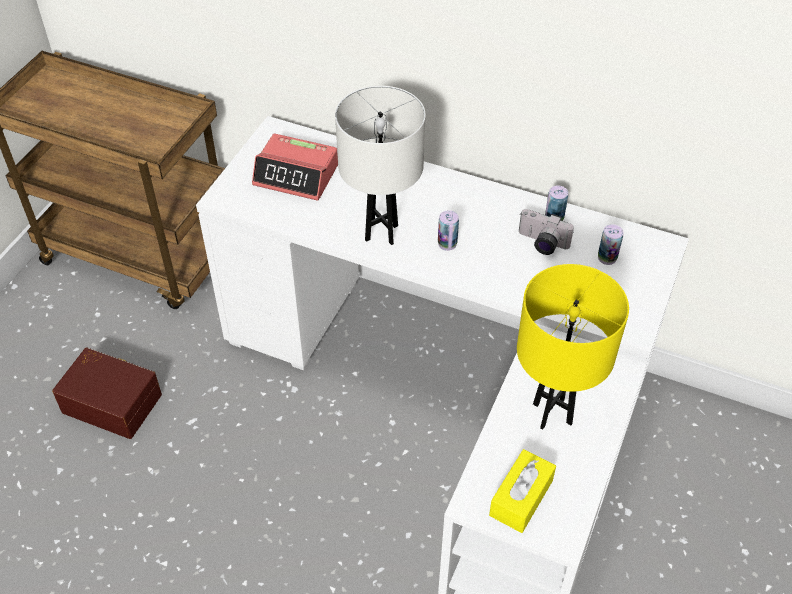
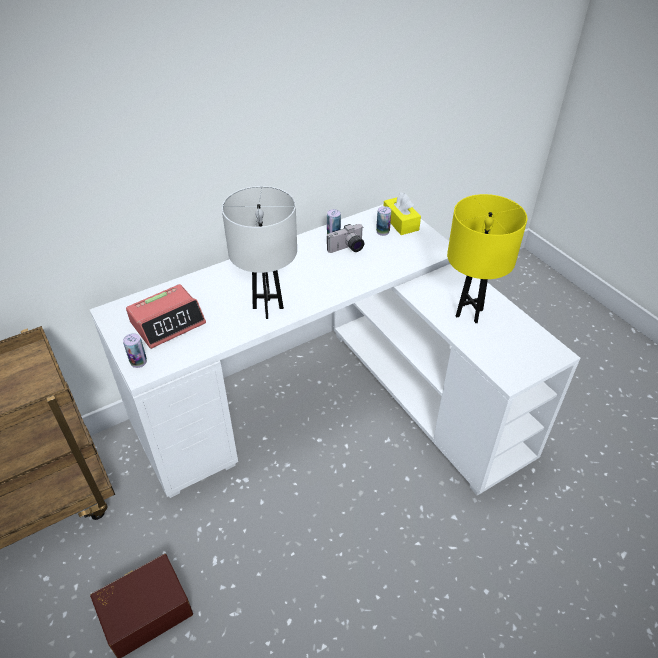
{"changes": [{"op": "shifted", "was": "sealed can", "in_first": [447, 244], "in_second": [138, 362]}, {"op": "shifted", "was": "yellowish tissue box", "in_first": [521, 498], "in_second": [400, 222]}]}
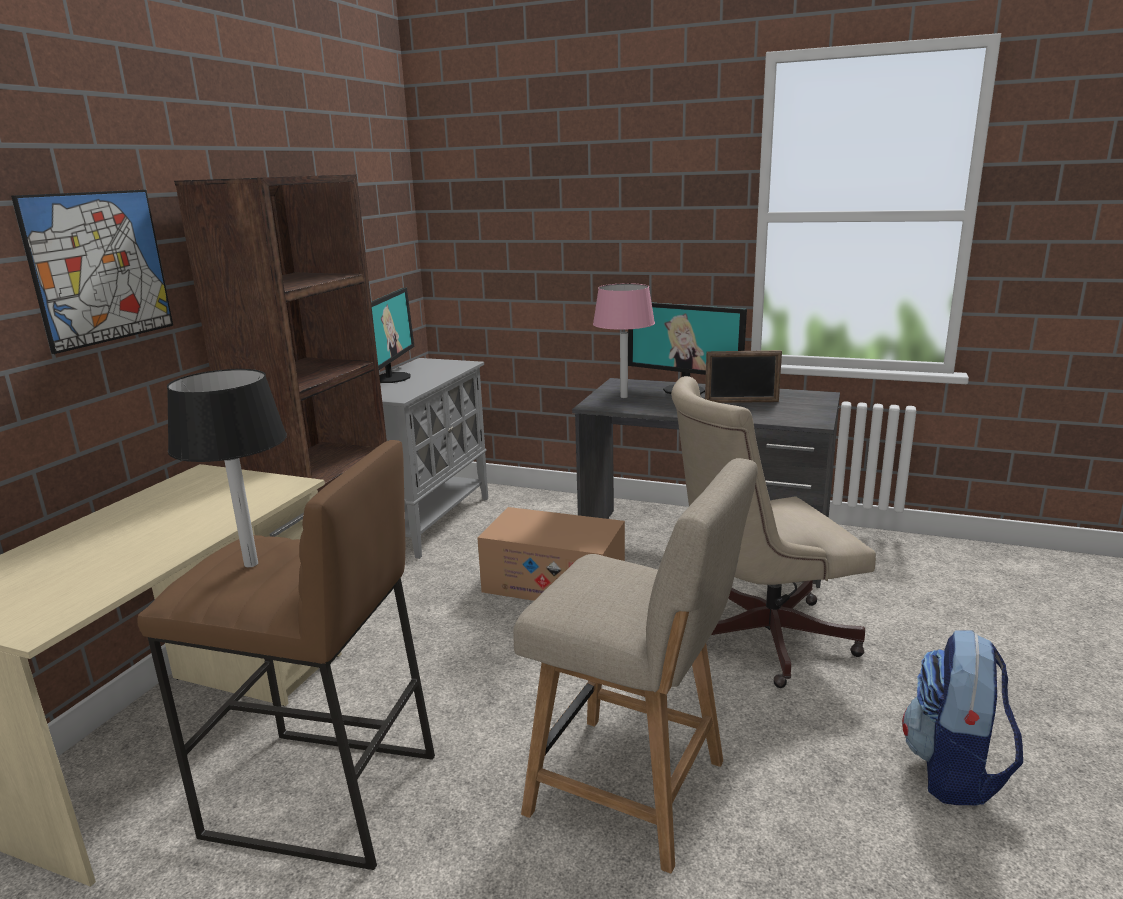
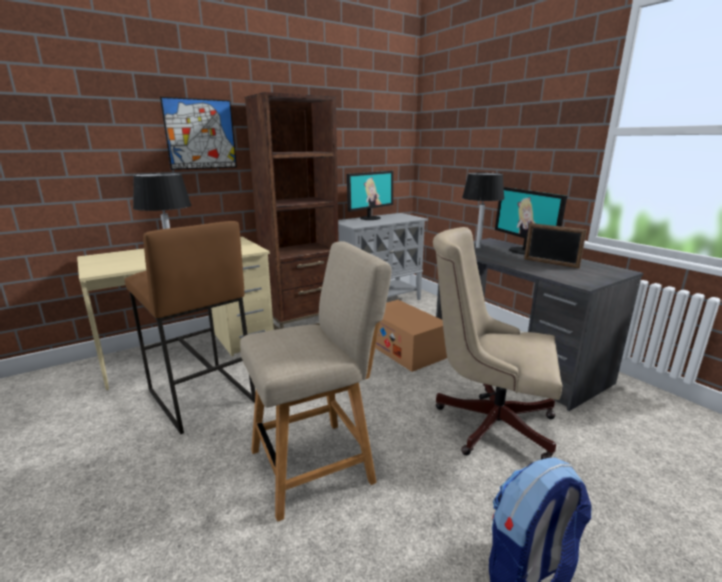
{"changes": [{"op": "rotated", "was": "beige-coloured chair", "in_first": [636, 790], "in_second": [317, 463], "clockwise": -90}, {"op": "repainted", "was": "pink-coloured table lamp", "now": "black-coloured table lamp", "in_first": [624, 397], "in_second": [478, 247]}]}
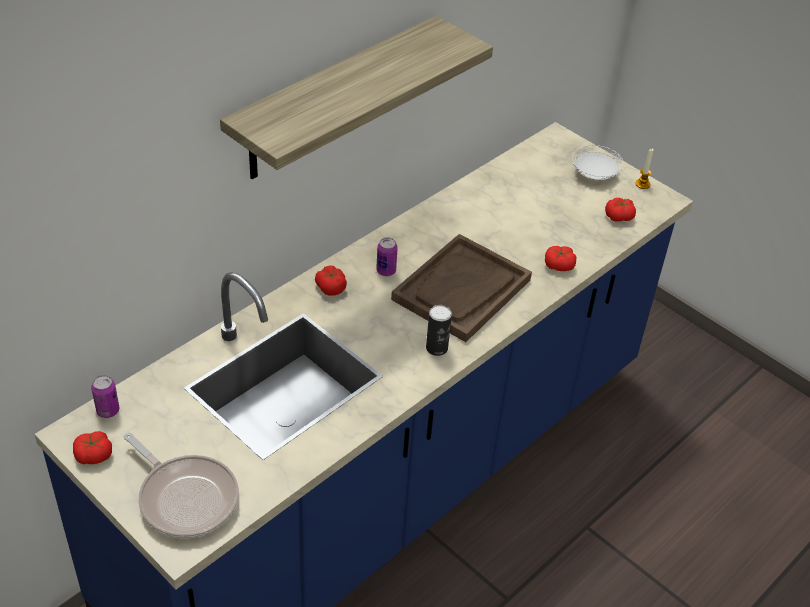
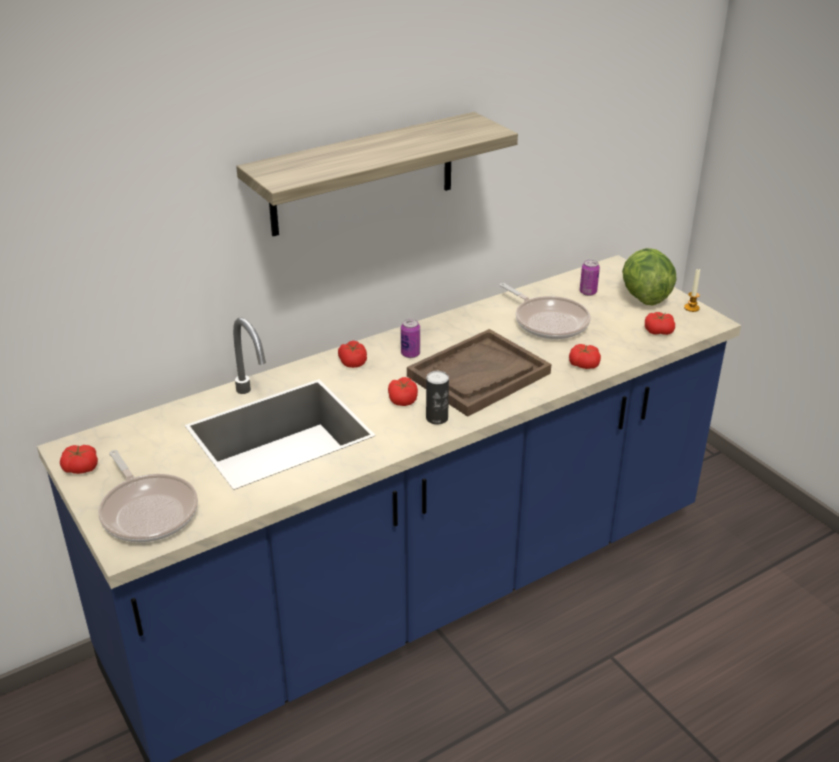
{"changes": [{"op": "shifted", "was": "sealed can", "in_first": [108, 410], "in_second": [588, 292]}, {"op": "swapped", "was": "white flat dish", "now": "lettuce", "in_first": [594, 174], "in_second": [644, 297]}, {"op": "new", "now": "fresh tomato", "in_second": [403, 399]}, {"op": "new", "now": "frying pan", "in_second": [548, 321]}]}
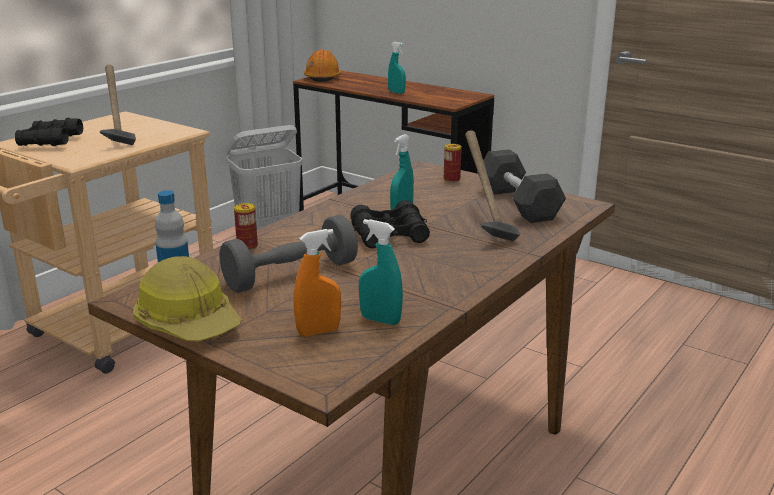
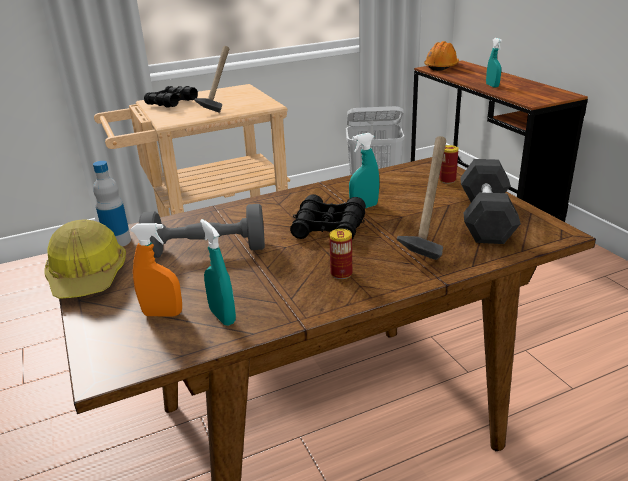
{"changes": [{"op": "shifted", "was": "sealed can", "in_first": [247, 246], "in_second": [341, 273]}]}
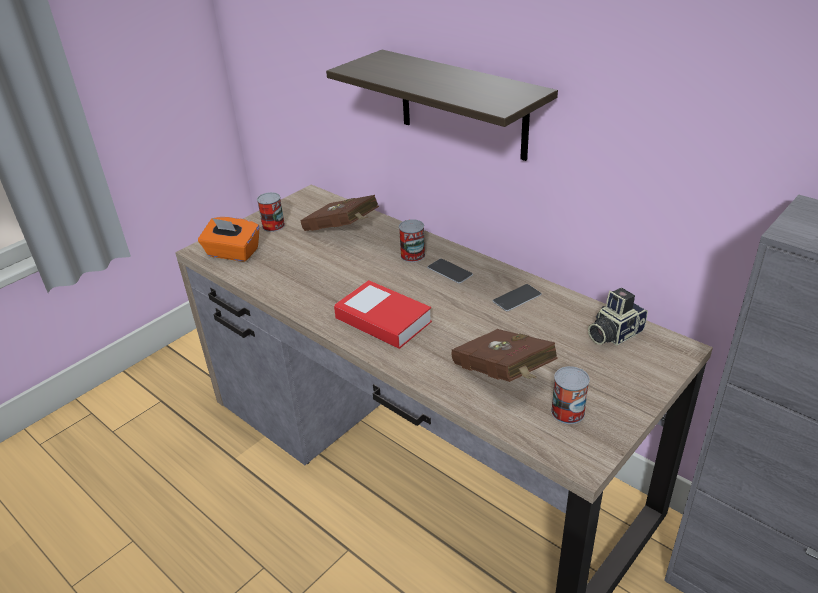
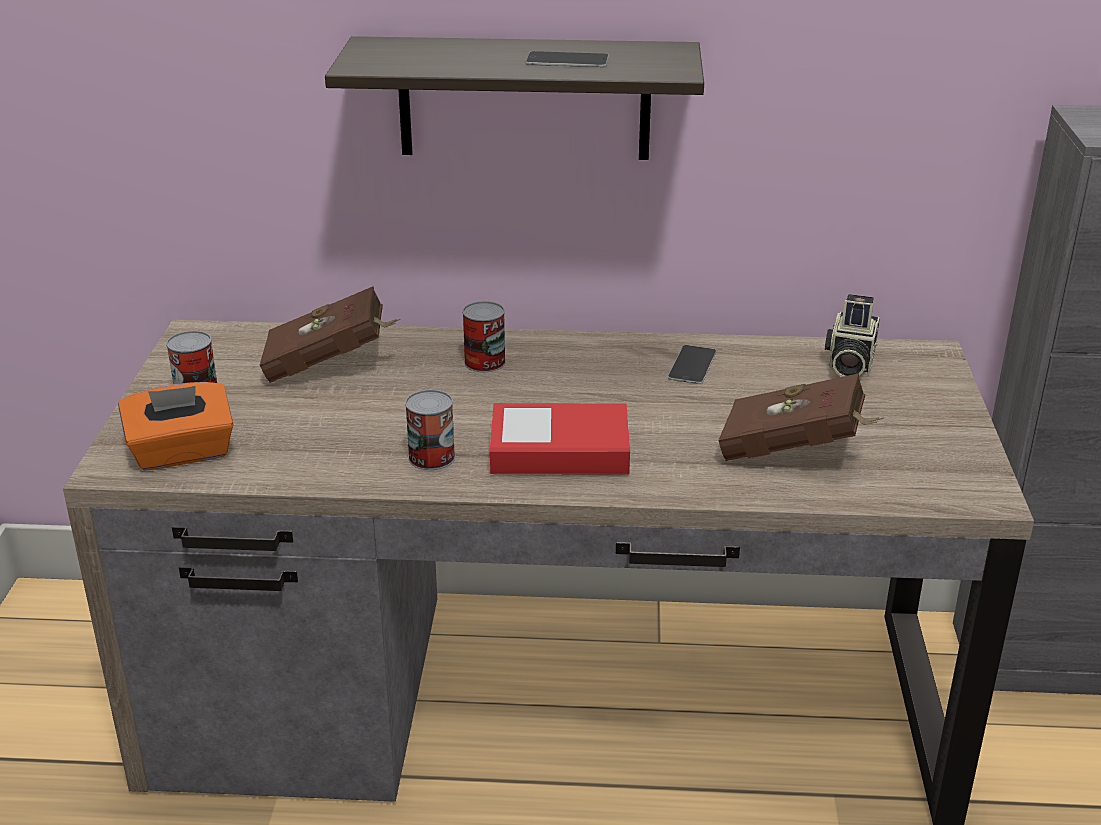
{"changes": [{"op": "shifted", "was": "phone", "in_first": [449, 271], "in_second": [567, 60]}, {"op": "shifted", "was": "sealed can", "in_first": [567, 412], "in_second": [431, 457]}]}
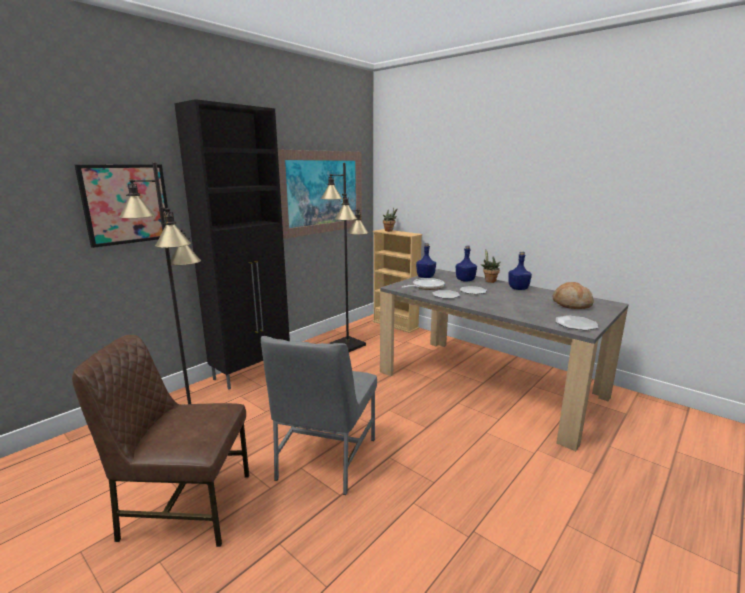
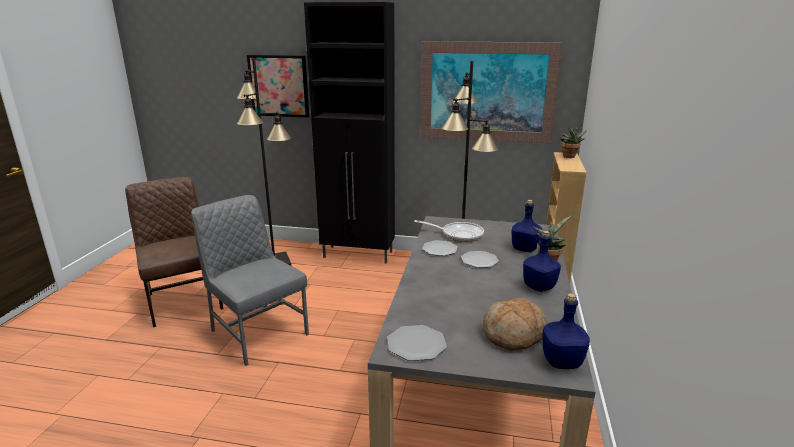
{"changes": [{"op": "rotated", "was": "gray chair", "in_first": [325, 459], "in_second": [257, 332], "clockwise": 60}, {"op": "shifted", "was": "blue drink bottle", "in_first": [425, 277], "in_second": [562, 361]}]}
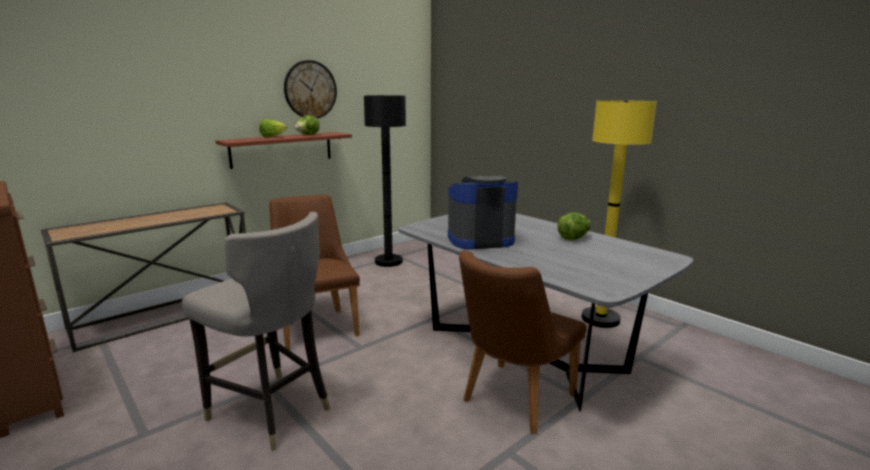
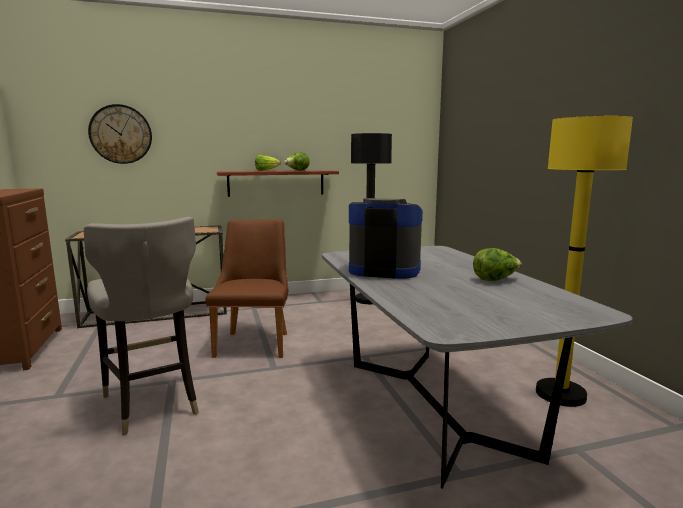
{"changes": [{"op": "shifted", "was": "hanging clock", "in_first": [310, 90], "in_second": [121, 134]}, {"op": "gone", "was": "brown-coloured chair", "in_first": [511, 401]}]}
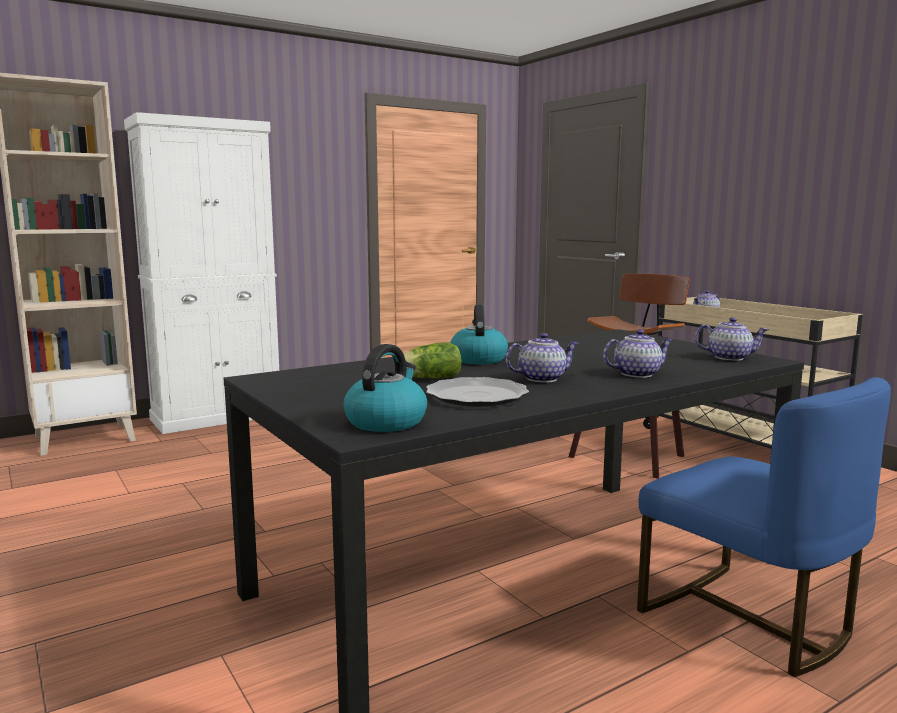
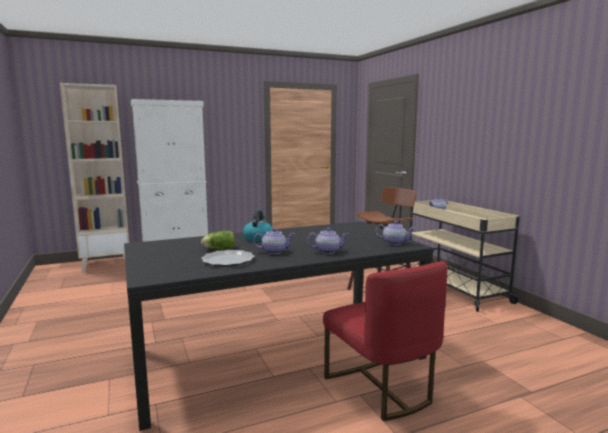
{"changes": [{"op": "gone", "was": "kettle", "in_first": [386, 421]}, {"op": "repainted", "was": "blue chair", "now": "red-coloured chair", "in_first": [748, 620], "in_second": [381, 388]}]}
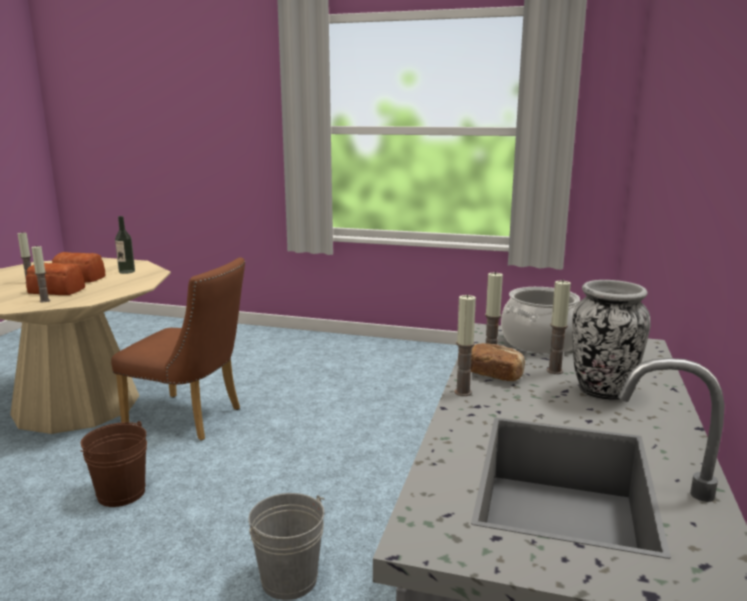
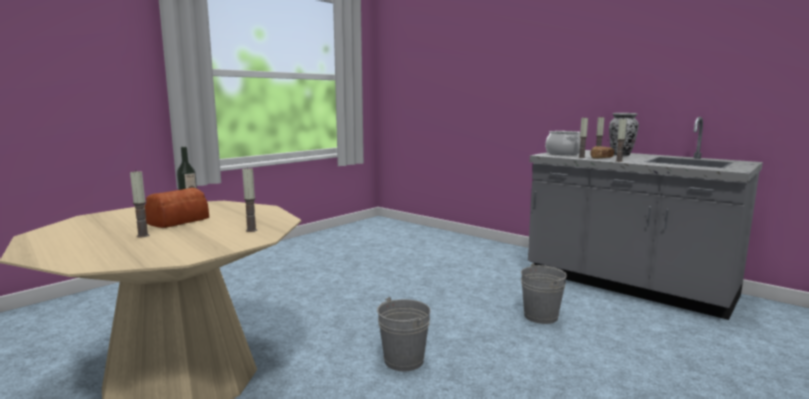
{"changes": [{"op": "gone", "was": "baked bread", "in_first": [57, 291]}, {"op": "repainted", "was": "brown-coloured water bucket", "now": "gray water bucket", "in_first": [121, 493], "in_second": [403, 360]}, {"op": "gone", "was": "brown-coloured chair", "in_first": [191, 420]}]}
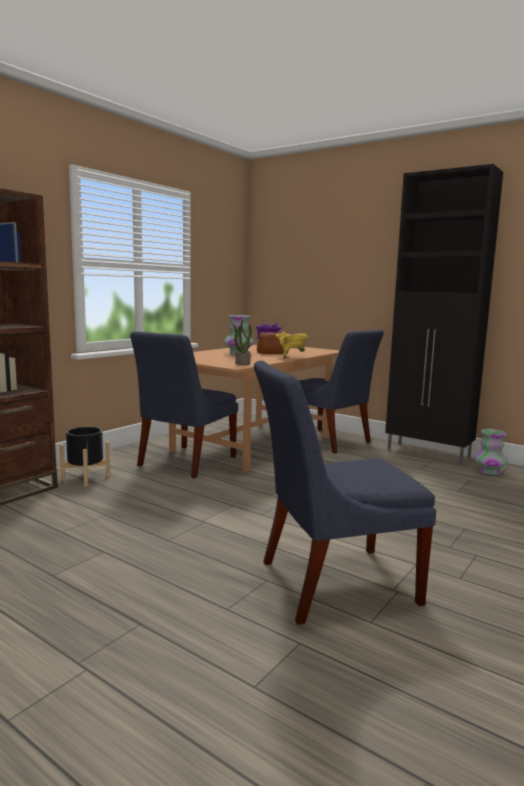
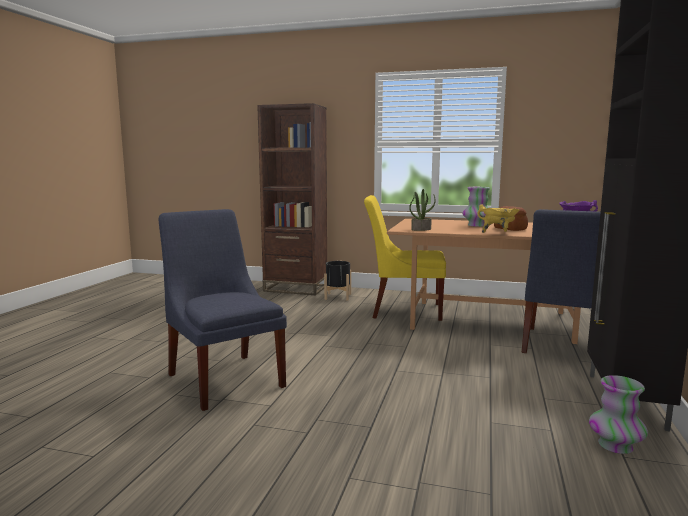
{"changes": [{"op": "repainted", "was": "blue chair", "now": "yellowish chair", "in_first": [184, 462], "in_second": [403, 310]}]}
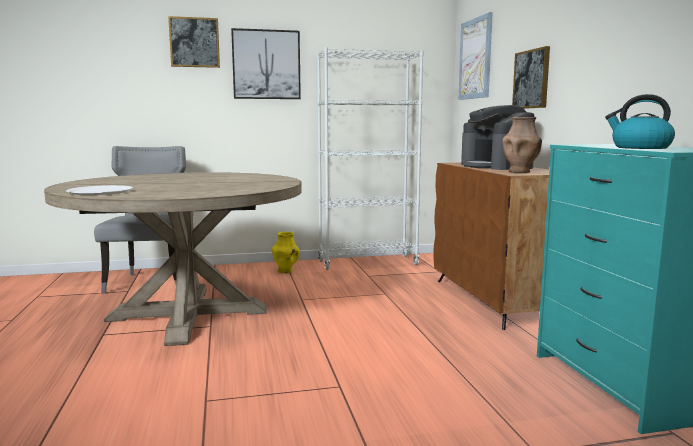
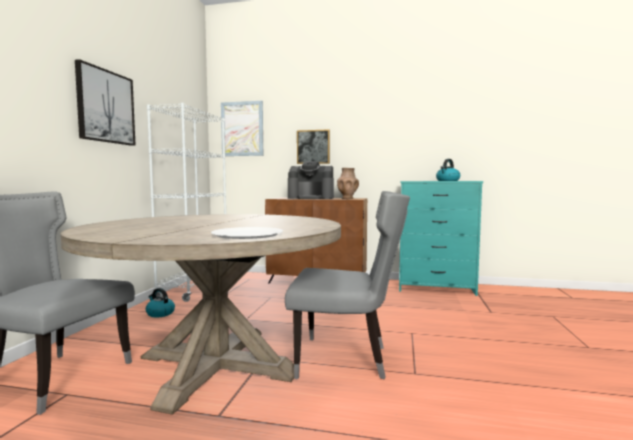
{"changes": [{"op": "gone", "was": "picture", "in_first": [194, 42]}, {"op": "swapped", "was": "yellowish decorative vase", "now": "kettle", "in_first": [285, 271], "in_second": [160, 313]}, {"op": "new", "now": "gray chair", "in_second": [346, 360]}]}
